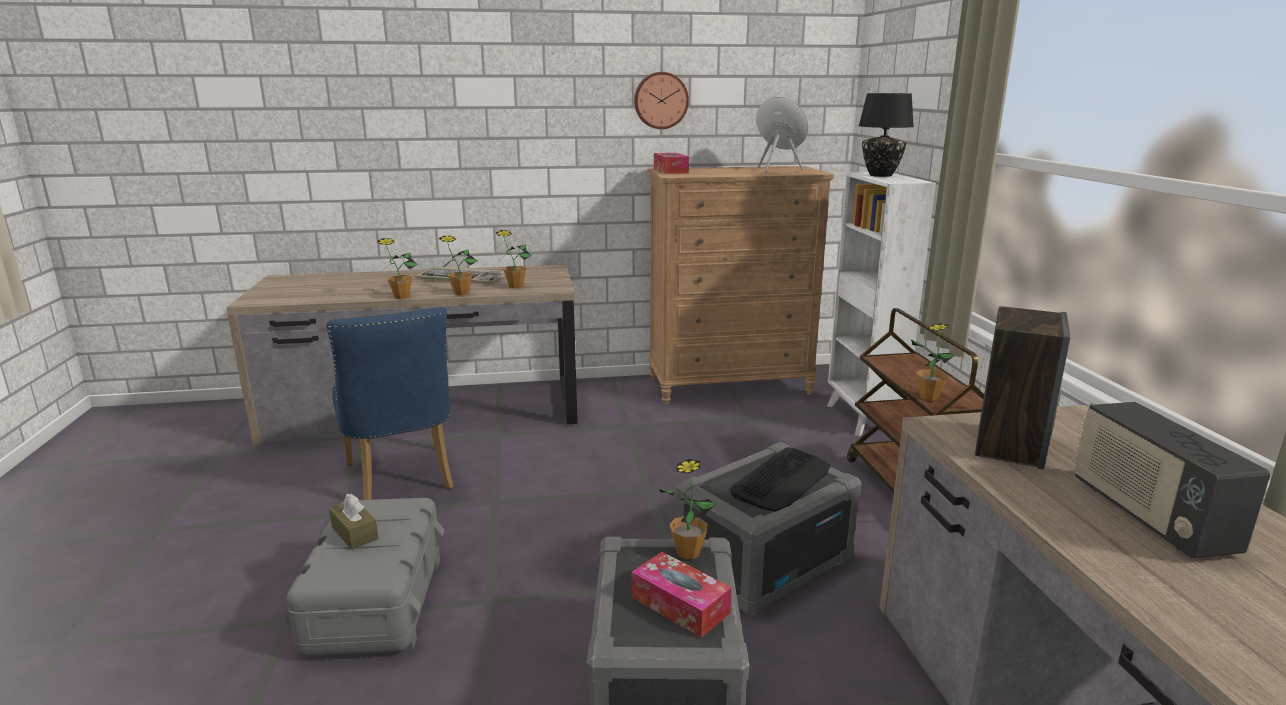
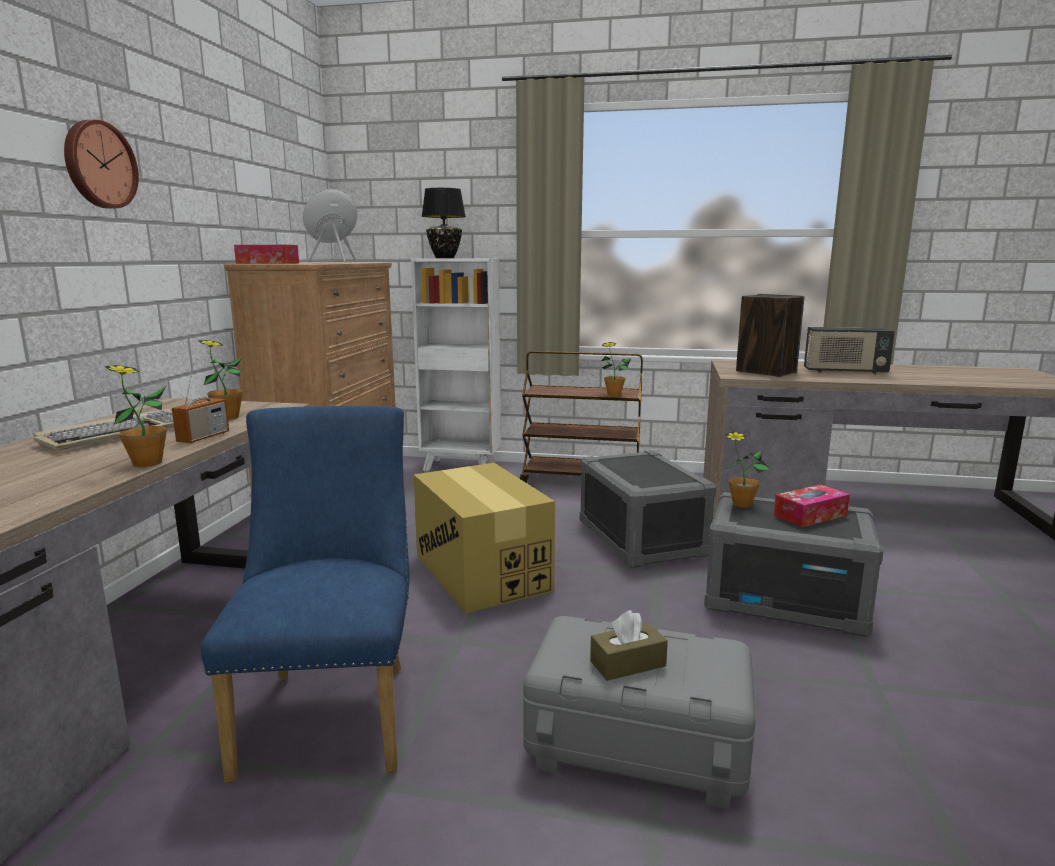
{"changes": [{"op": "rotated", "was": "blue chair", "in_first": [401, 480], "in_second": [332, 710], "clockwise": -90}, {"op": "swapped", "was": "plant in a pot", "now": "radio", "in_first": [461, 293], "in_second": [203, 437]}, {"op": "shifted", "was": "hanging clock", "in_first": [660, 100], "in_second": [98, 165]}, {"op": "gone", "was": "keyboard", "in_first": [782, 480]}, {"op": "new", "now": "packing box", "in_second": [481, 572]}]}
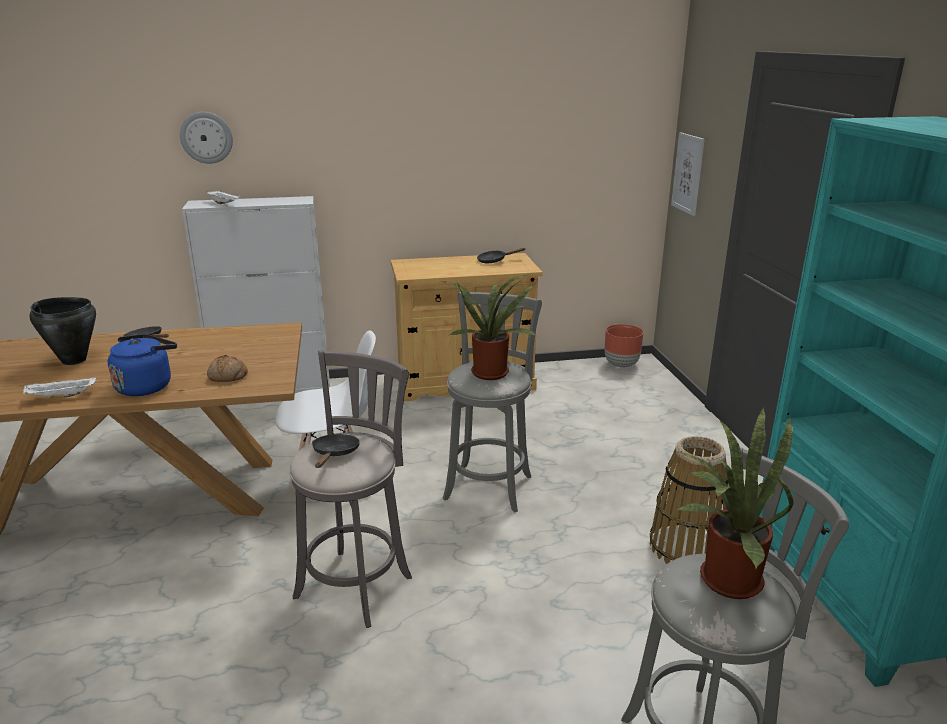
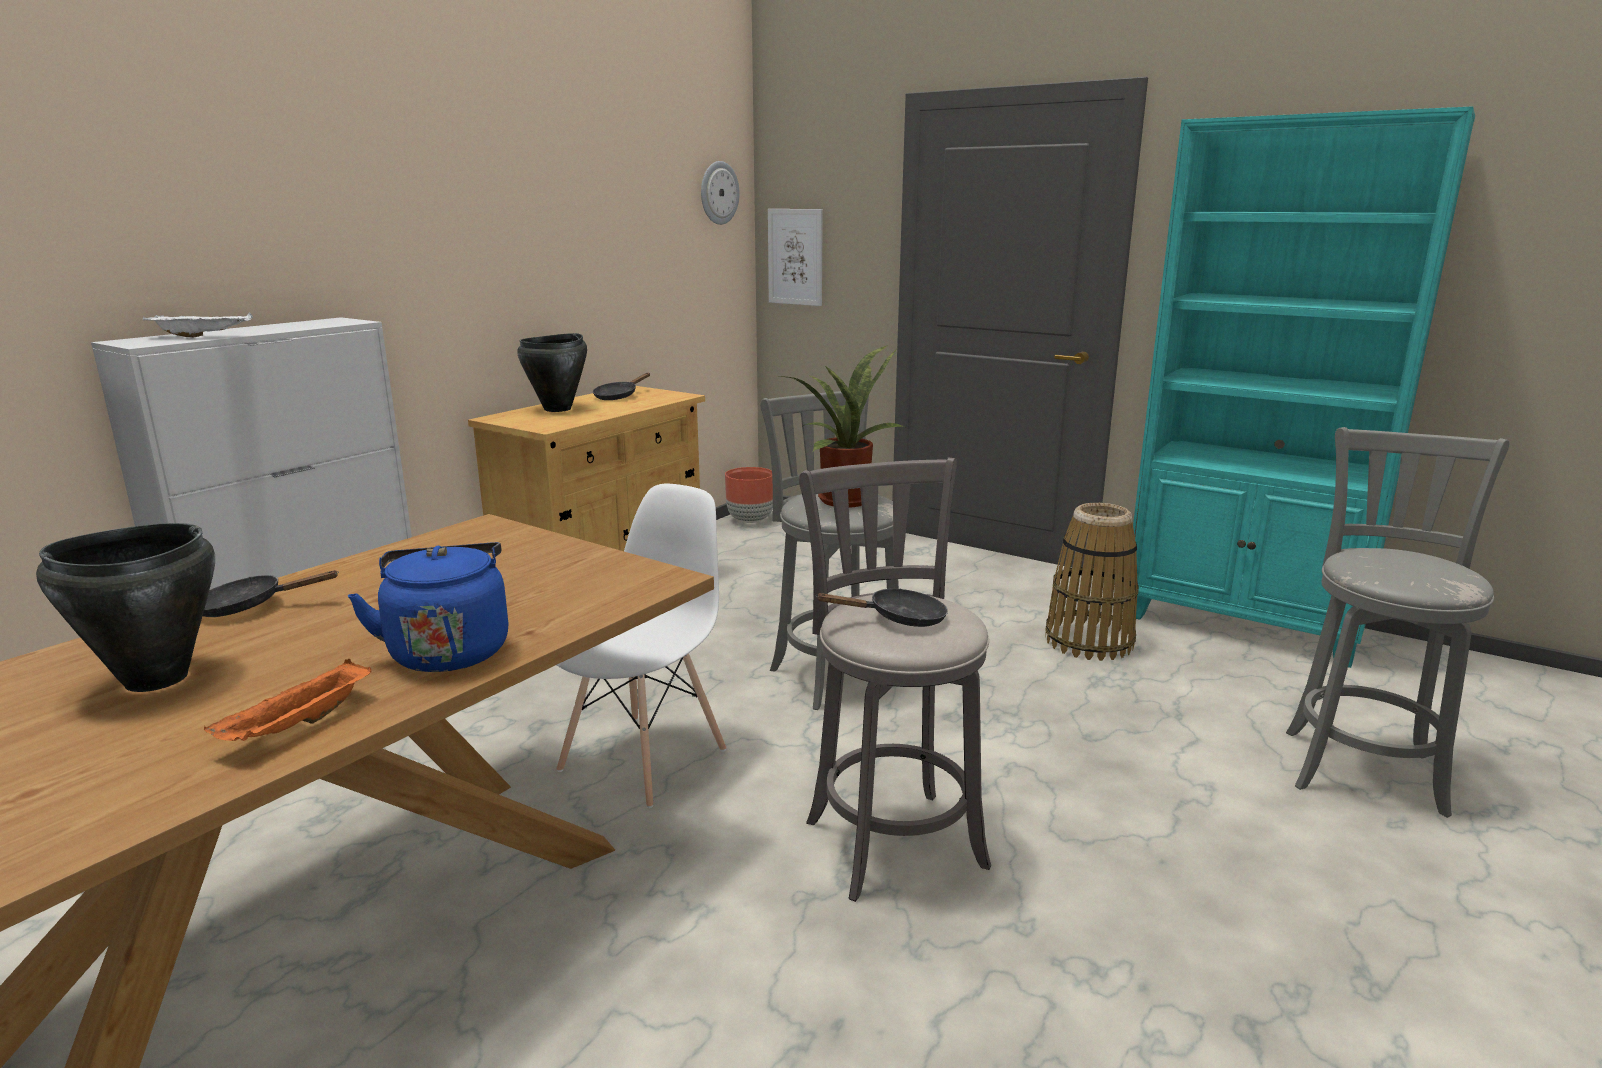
{"changes": [{"op": "repainted", "was": "white tray", "now": "orangey tray", "in_first": [61, 396], "in_second": [298, 726]}, {"op": "shifted", "was": "hanging clock", "in_first": [206, 137], "in_second": [718, 193]}, {"op": "gone", "was": "baked bread", "in_first": [227, 377]}, {"op": "rotated", "was": "black-coloured frying pan", "in_first": [334, 454], "in_second": [899, 619], "clockwise": 120}, {"op": "gone", "was": "plant in a pot", "in_first": [724, 578]}, {"op": "new", "now": "black-coloured stockpot", "in_second": [558, 409]}]}
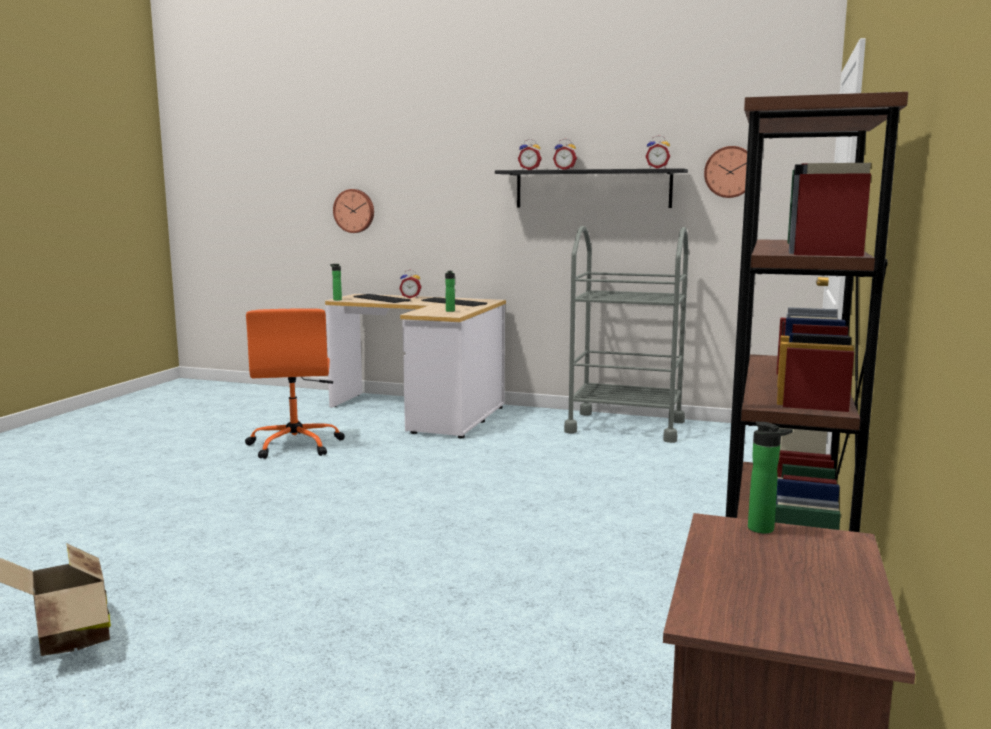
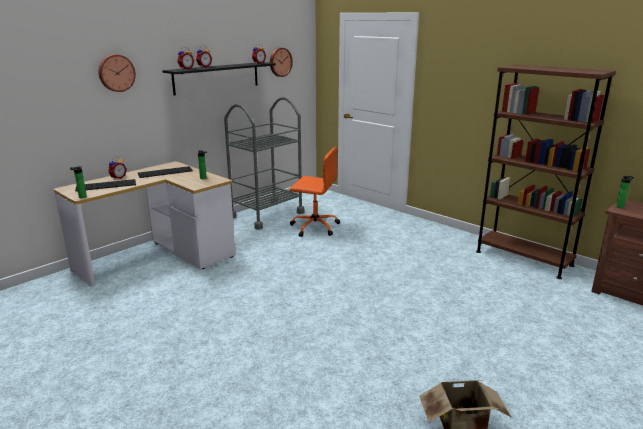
{"changes": [{"op": "shifted", "was": "orangey computer chair", "in_first": [295, 445], "in_second": [314, 227]}, {"op": "shifted", "was": "hanging clock", "in_first": [354, 211], "in_second": [116, 73]}]}
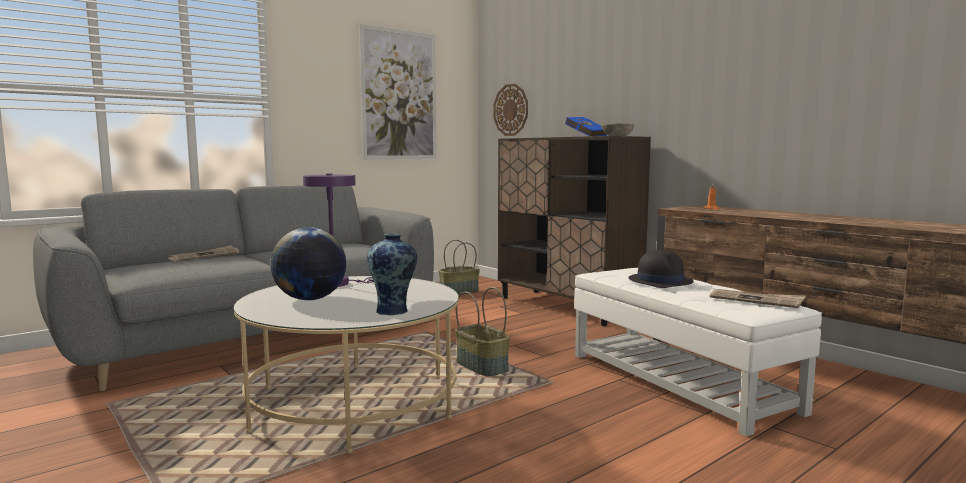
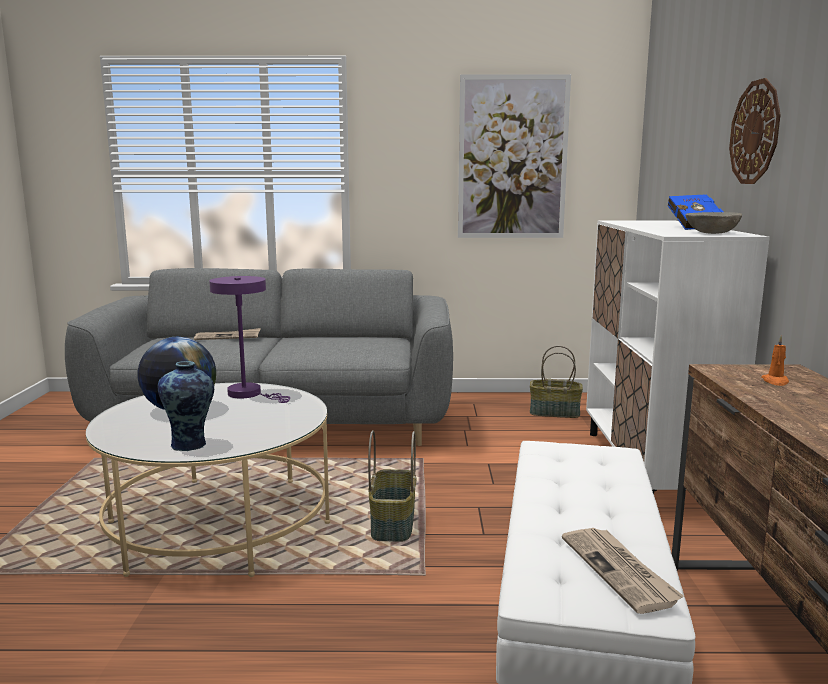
{"changes": [{"op": "shifted", "was": "hanging clock", "in_first": [511, 110], "in_second": [755, 132]}, {"op": "repainted", "was": "brown-coloured storage cabinet", "now": "white storage cabinet", "in_first": [566, 306], "in_second": [650, 469]}, {"op": "gone", "was": "black-coloured wearable hat", "in_first": [660, 281]}]}
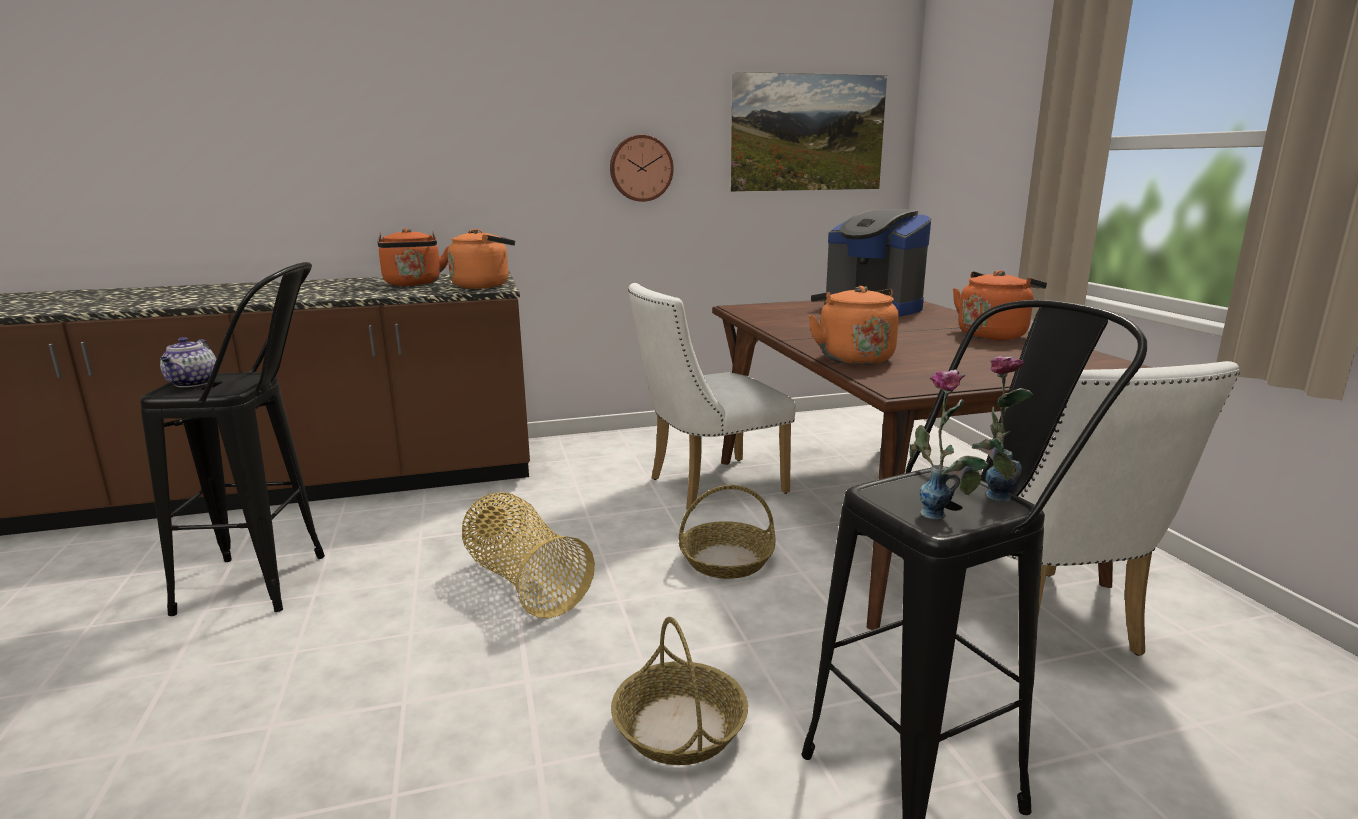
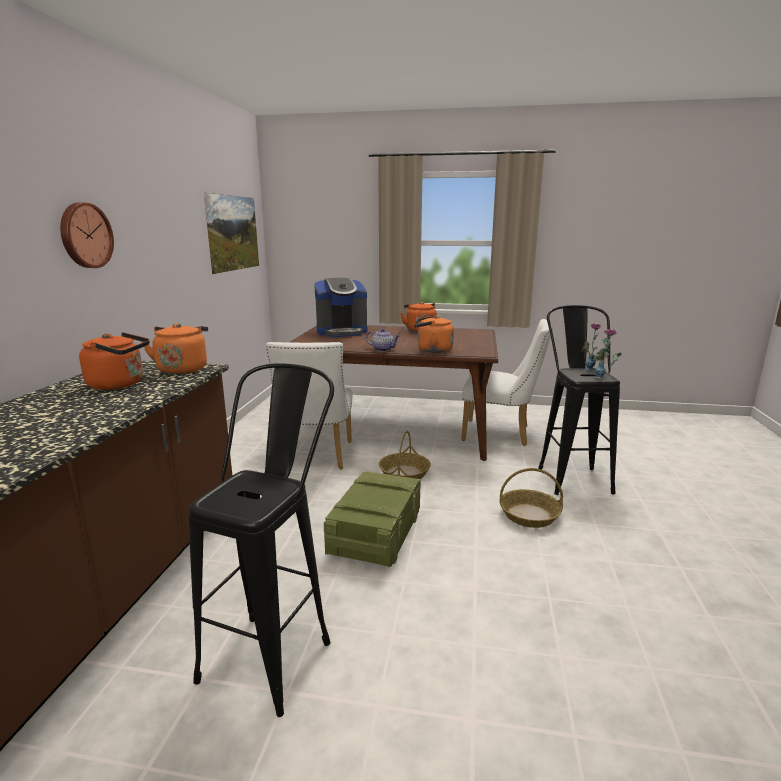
{"changes": [{"op": "shifted", "was": "pot for tea", "in_first": [193, 383], "in_second": [383, 349]}, {"op": "swapped", "was": "storage basket", "now": "packing crate", "in_first": [524, 582], "in_second": [376, 533]}, {"op": "shifted", "was": "hanging clock", "in_first": [641, 168], "in_second": [85, 235]}]}
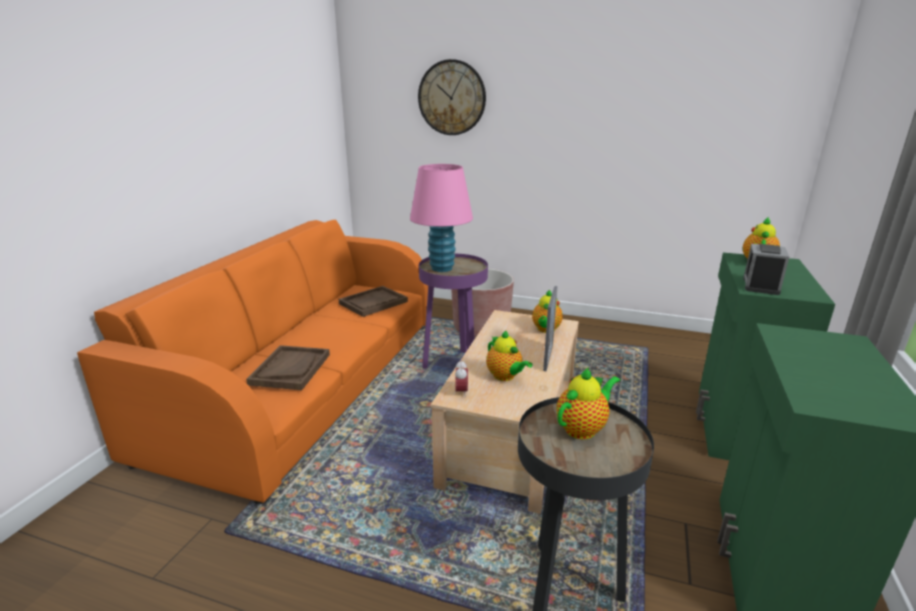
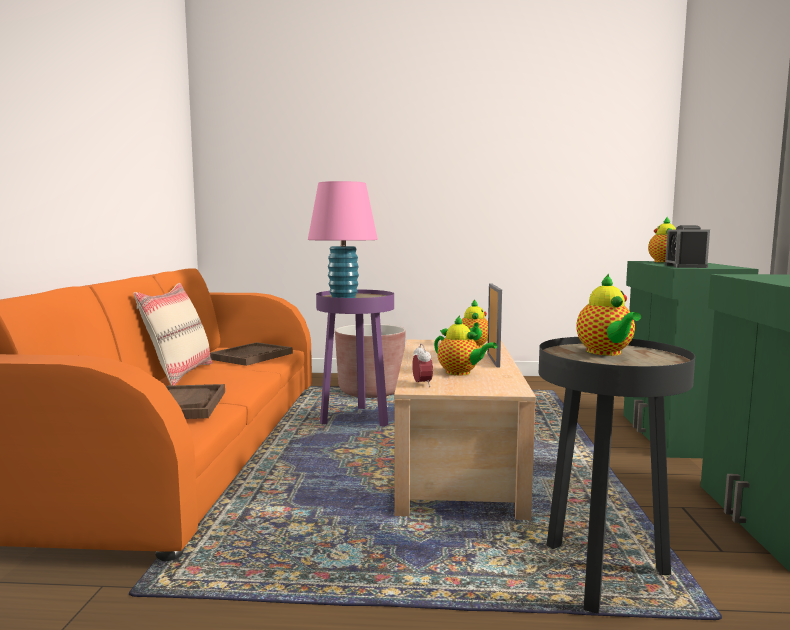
{"changes": [{"op": "gone", "was": "hanging clock", "in_first": [452, 98]}, {"op": "rotated", "was": "pot for tea", "in_first": [583, 428], "in_second": [605, 353], "clockwise": 135}, {"op": "new", "now": "beige-coloured throw pillow", "in_second": [179, 374]}]}
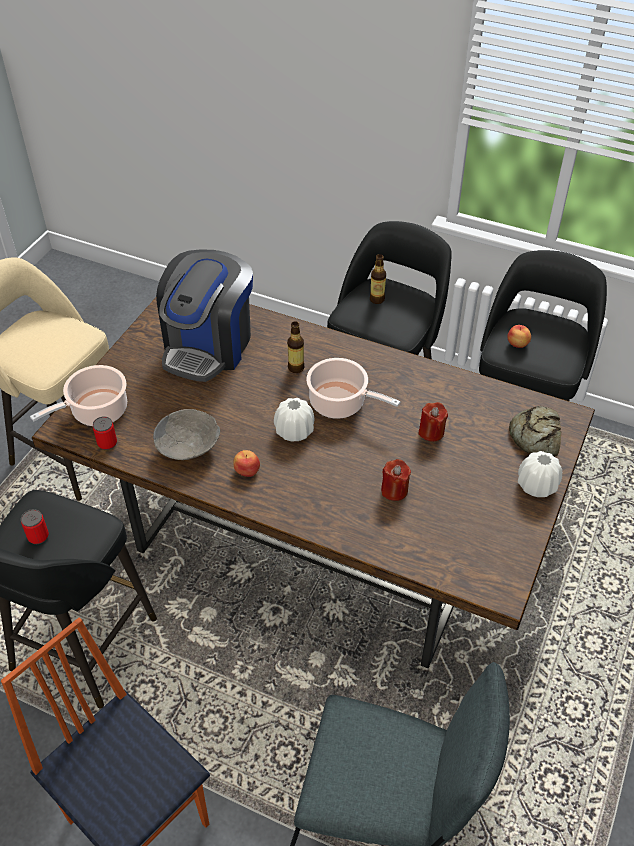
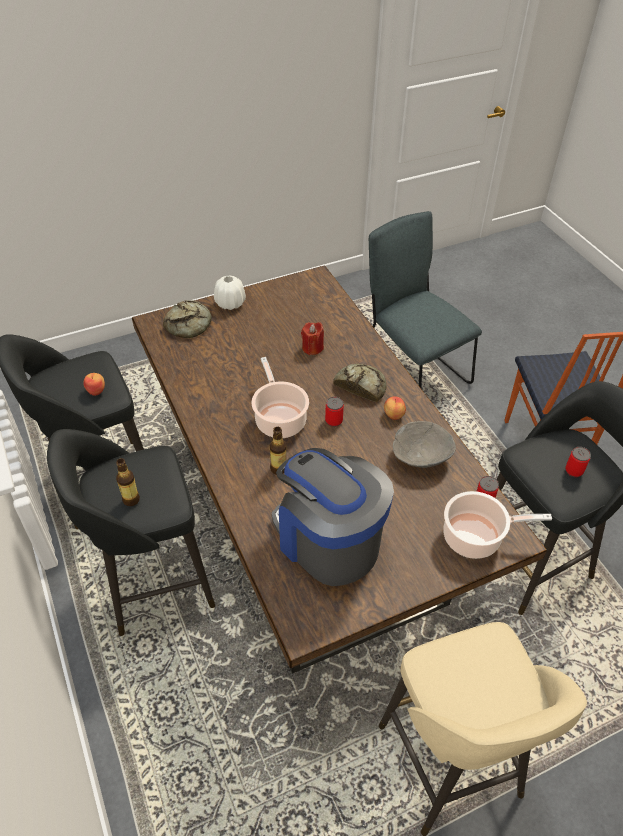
{"changes": [{"op": "rotated", "was": "coffee brewer", "in_first": [208, 346], "in_second": [328, 540], "clockwise": -105}, {"op": "swapped", "was": "white decorative vase", "now": "sealed can", "in_first": [294, 431], "in_second": [333, 420]}, {"op": "gone", "was": "red-coloured candle", "in_first": [431, 432]}, {"op": "new", "now": "baked bread", "in_second": [361, 385]}]}
